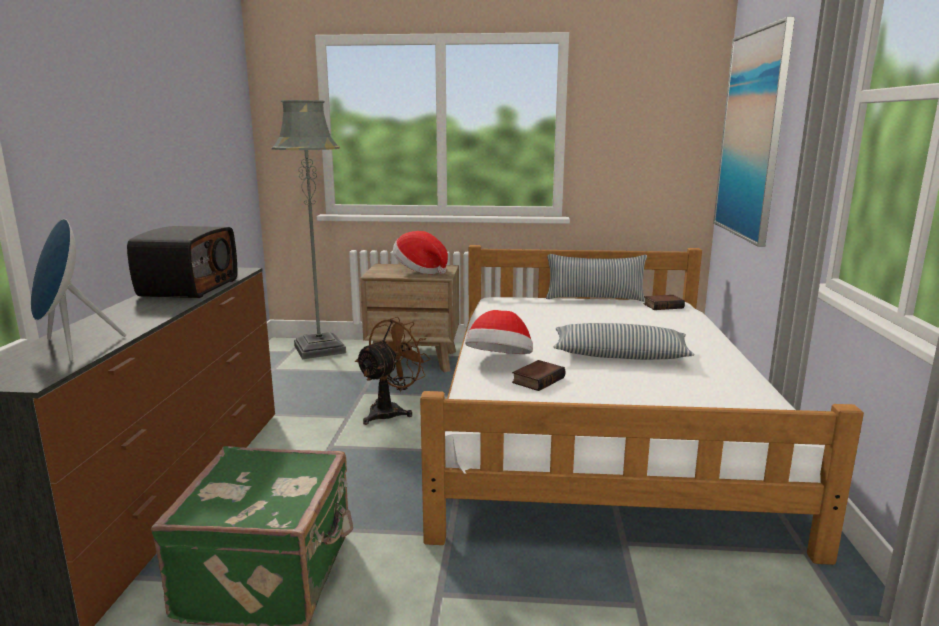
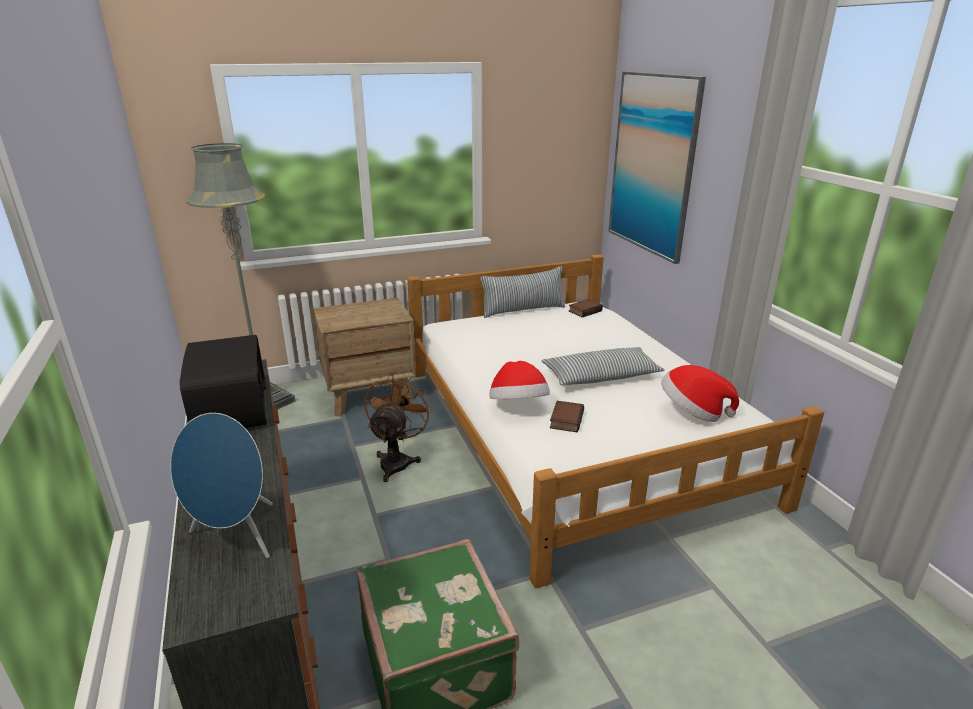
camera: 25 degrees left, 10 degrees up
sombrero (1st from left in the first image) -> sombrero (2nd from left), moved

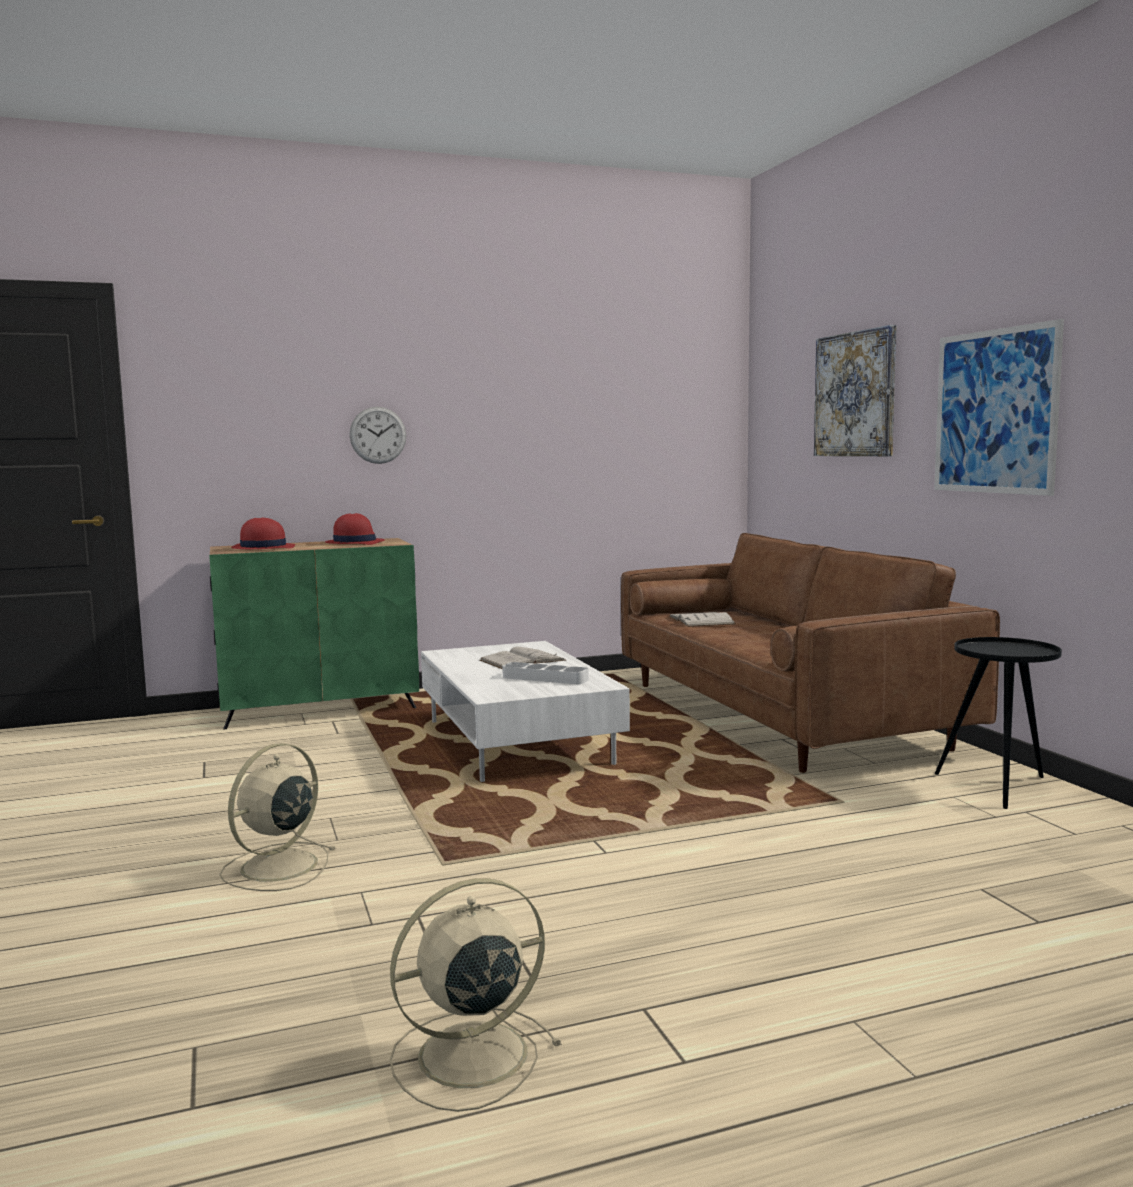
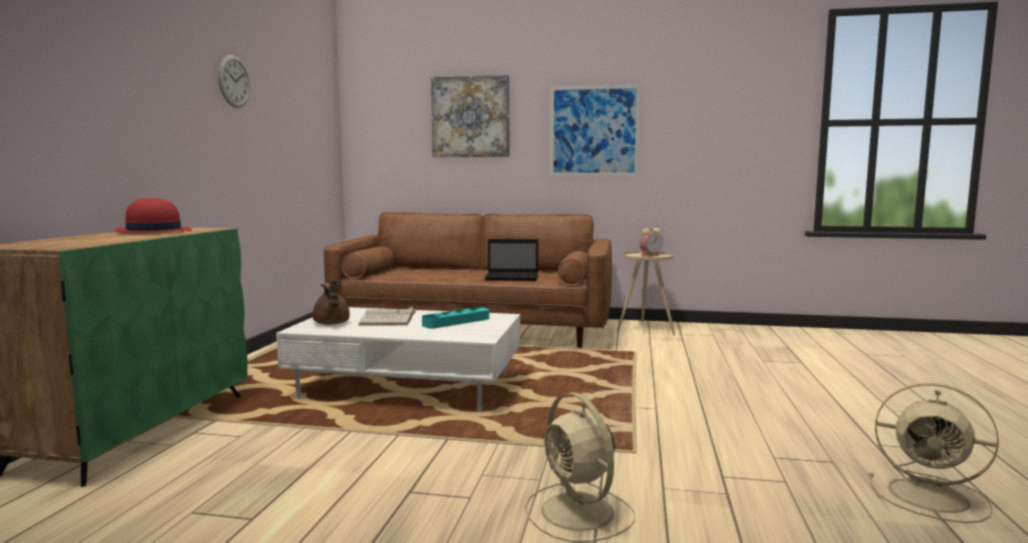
camera: 60 degrees left, 0 degrees up
reloj de pared, moved
none -> tetera [marrón]
bandeja [blanco] -> bandeja [turquesa]
none -> portátil
mesa auxiliar [negro] -> mesa auxiliar [beis]
none -> despertador
ventilador [beis] (2nd from left), 60 degrees counterclockwise
sombrero [rojo] (1st from left) -> none
libro [blanco] (2nd from left) -> none

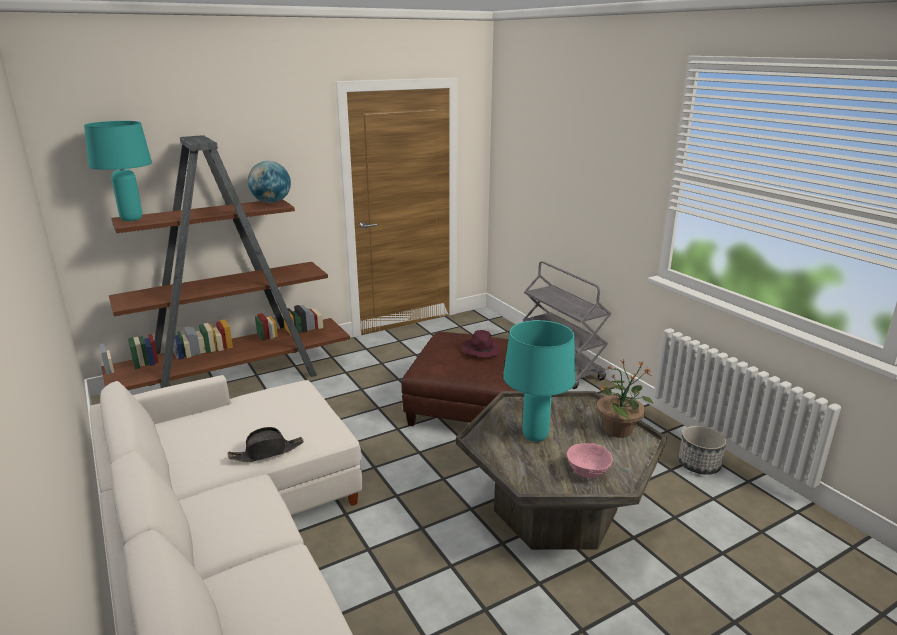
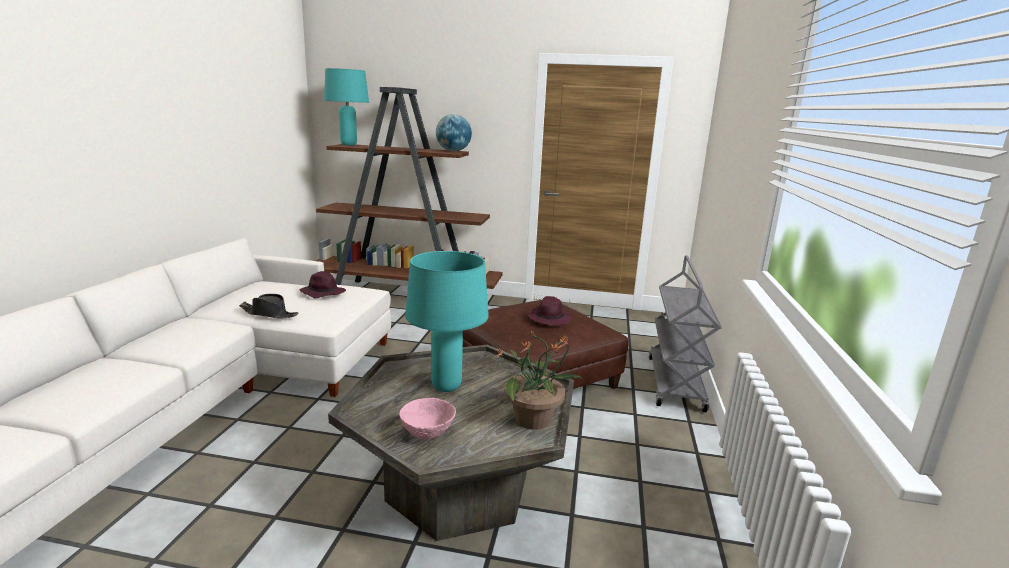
camera: 40 degrees right, 5 degrees down
none -> sombrero [morado] (1st from left)
maceta -> none

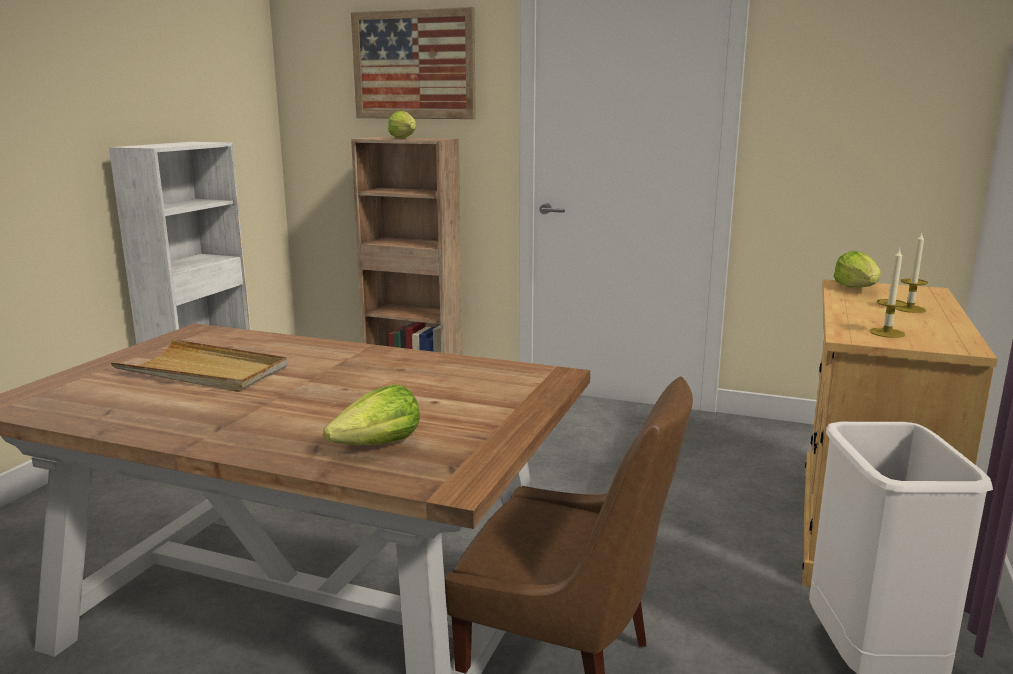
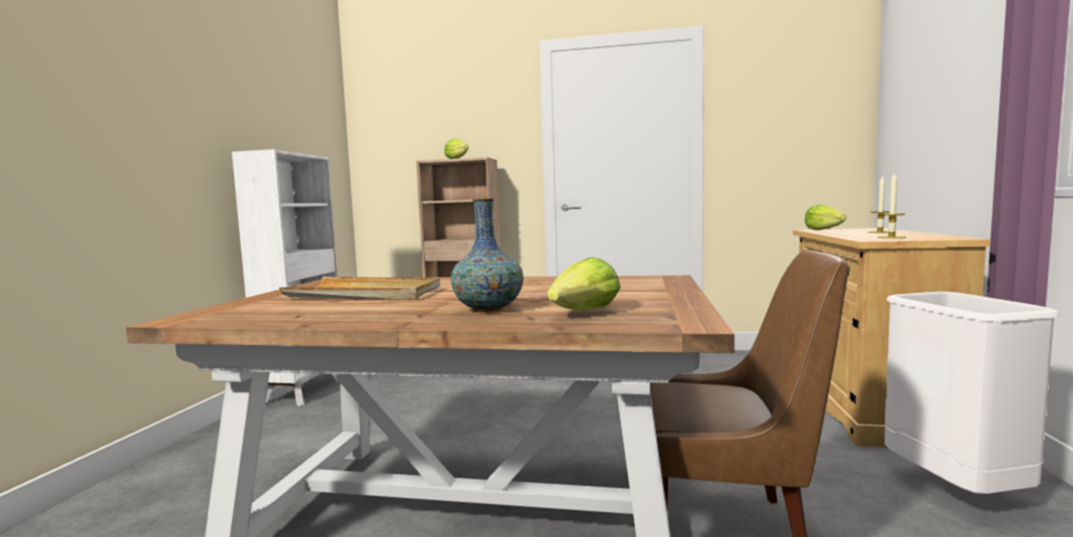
camera: 10 degrees left, 10 degrees down
none -> florero
cuadro -> none

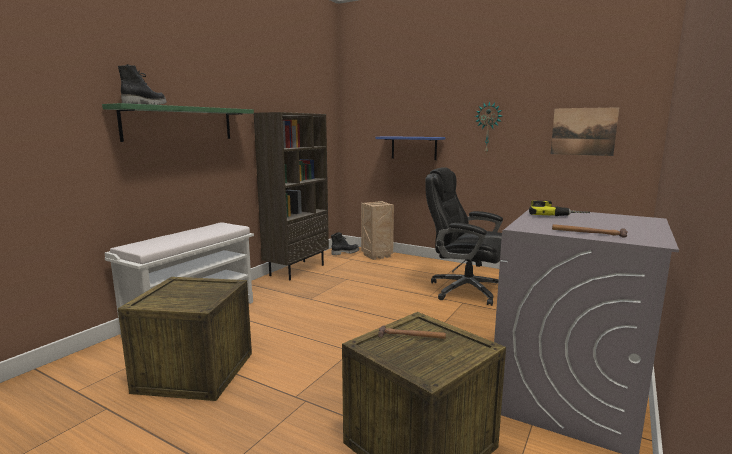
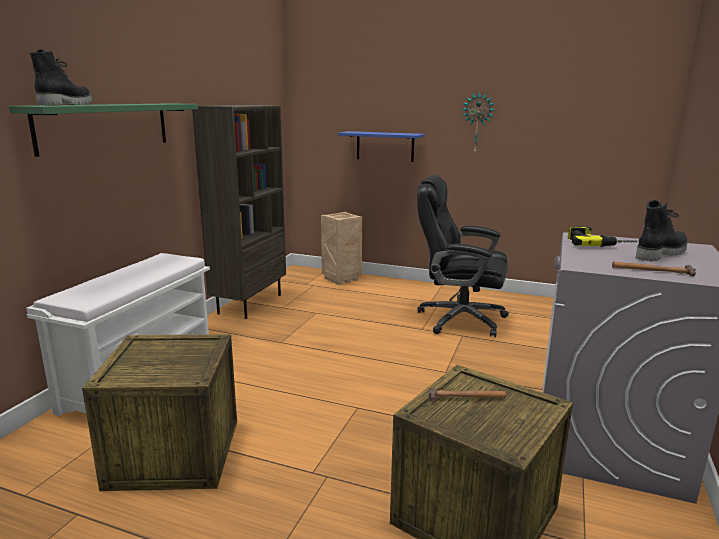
camera: 10 degrees left, 5 degrees up
bota [negro] (2nd from left), moved
cuadro -> none

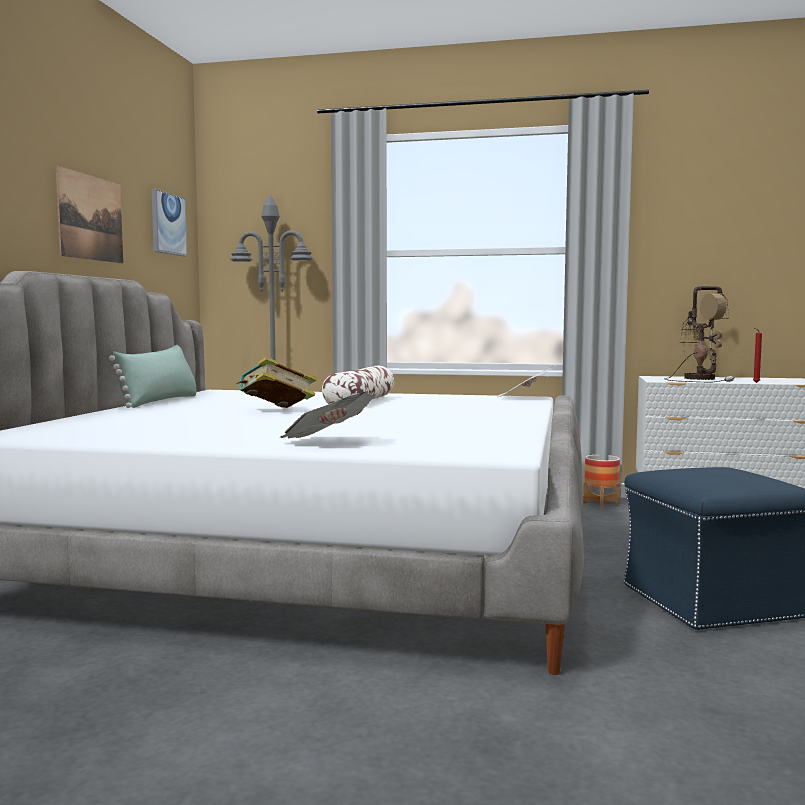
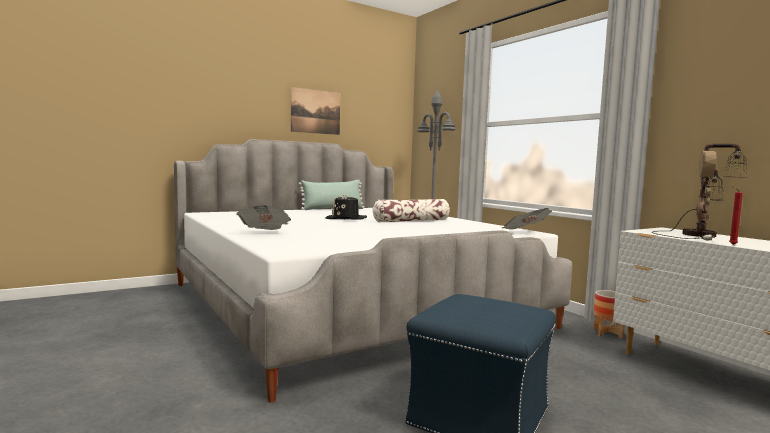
camera: 45 degrees right, 0 degrees up
libro -> sombrero [negro]
cuadro (2nd from left) -> none

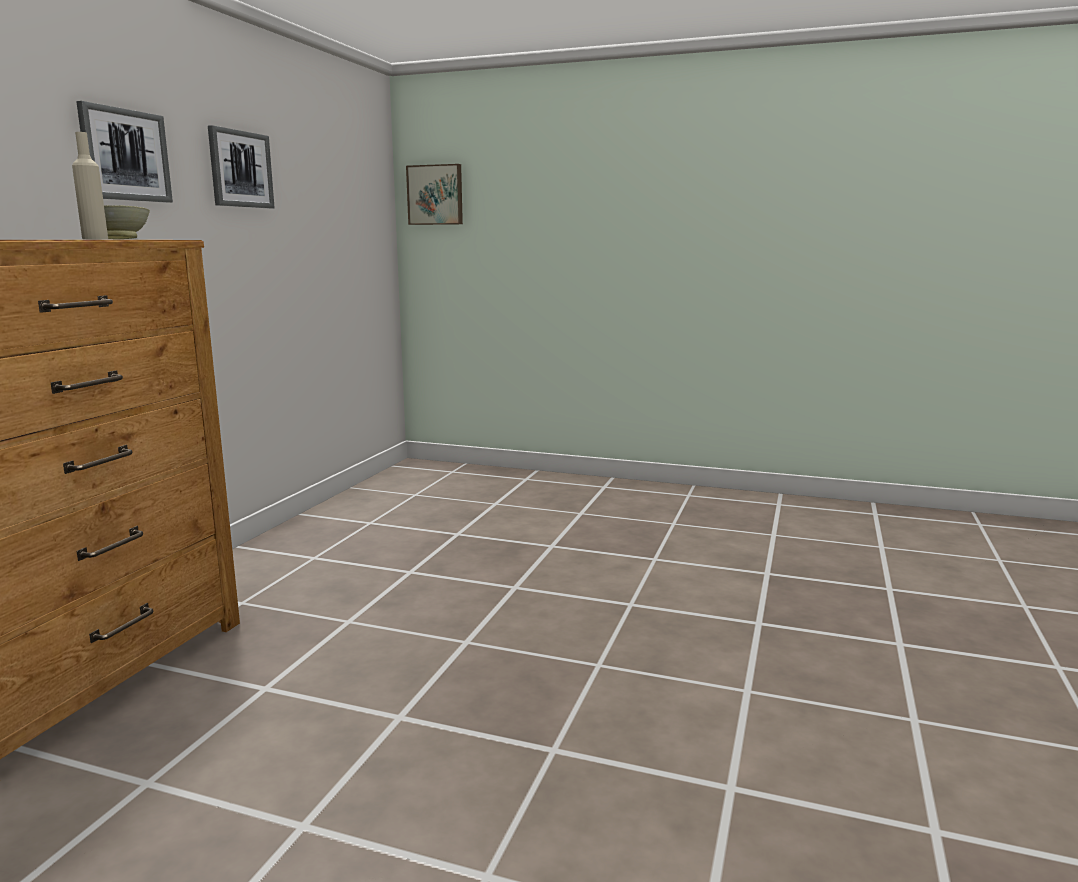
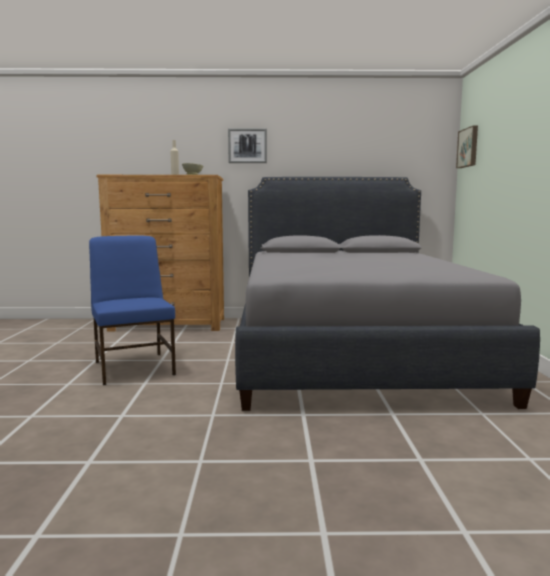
camera: 70 degrees right, 5 degrees down
none -> silla [azul]
none -> cama [gris]
cuadro (2nd from left) -> none

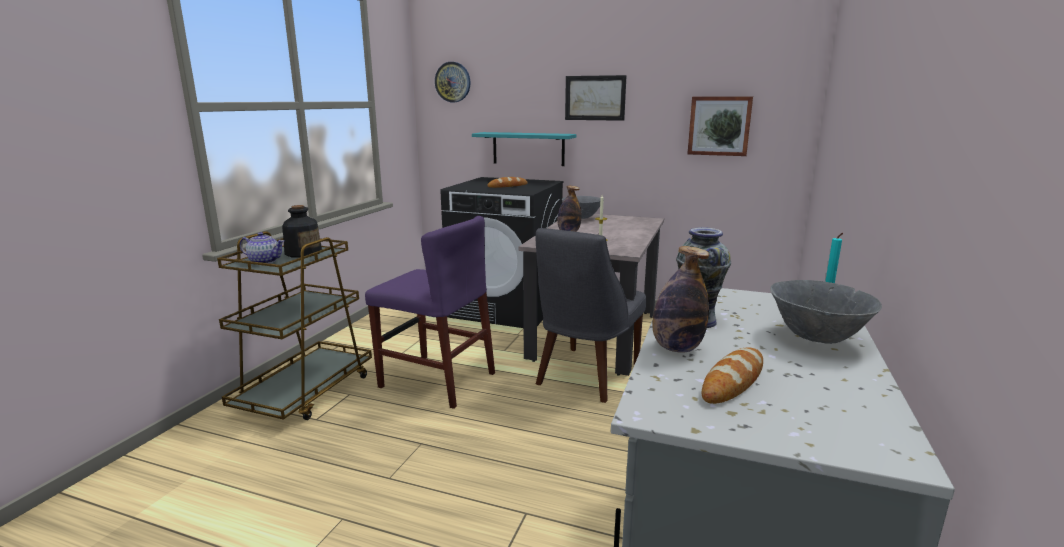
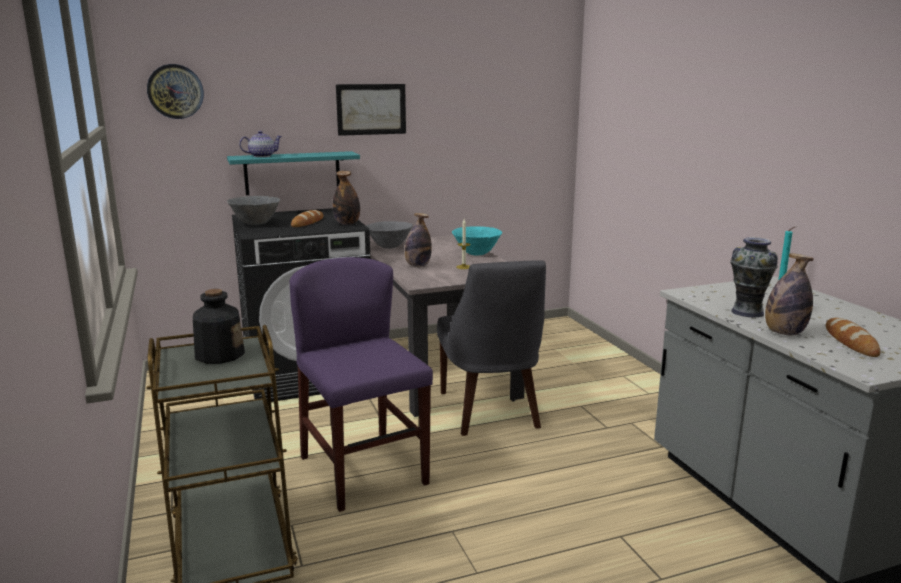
camera: 40 degrees left, 0 degrees up
cuenco [gris] (2nd from left in the first image) -> cuenco [gris] (1st from left), moved
tetera, moved
silla [morado], 105 degrees counterclockwise
none -> botella (2nd from left)
none -> cuenco [turquesa]
cuadro (2nd from left) -> none

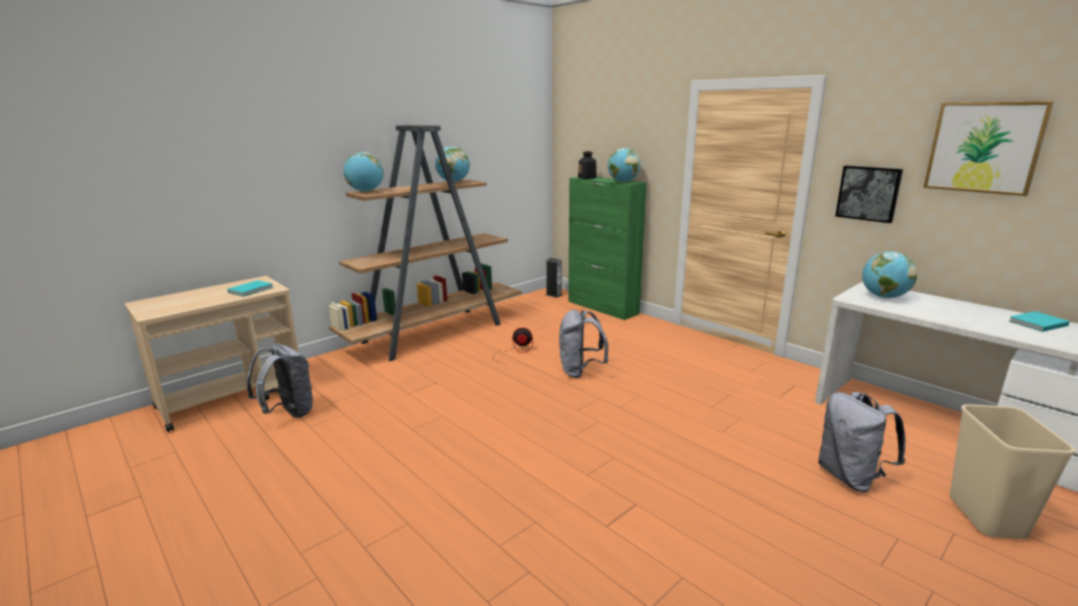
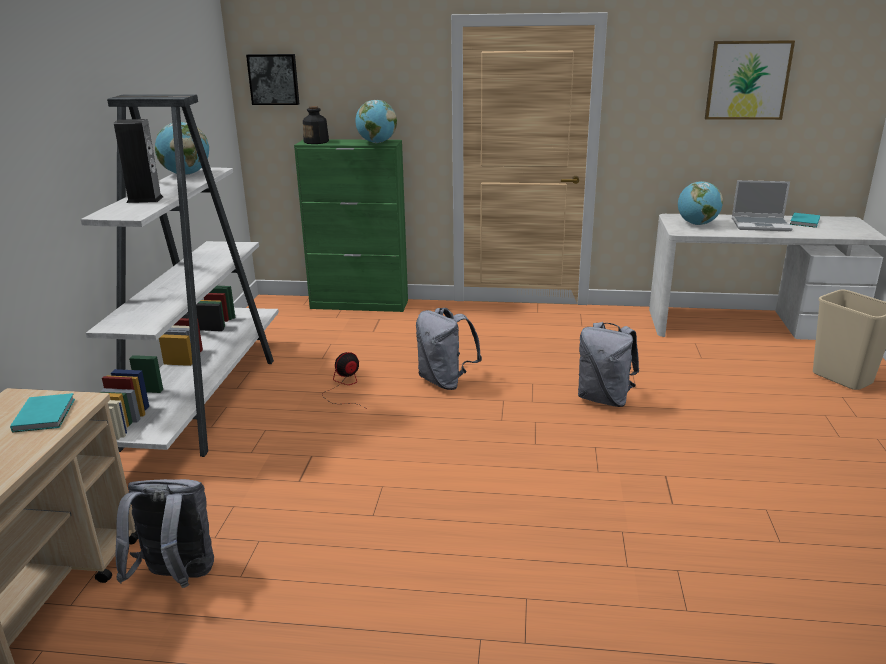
camera: 40 degrees left, 5 degrees up
estantería [marrón] -> estantería [blanco]
altavoz, moved
cuadro (1st from left), moved
mochila [gris] (3rd from left), moved
none -> portátil
globo terráqueo (1st from left) -> none

